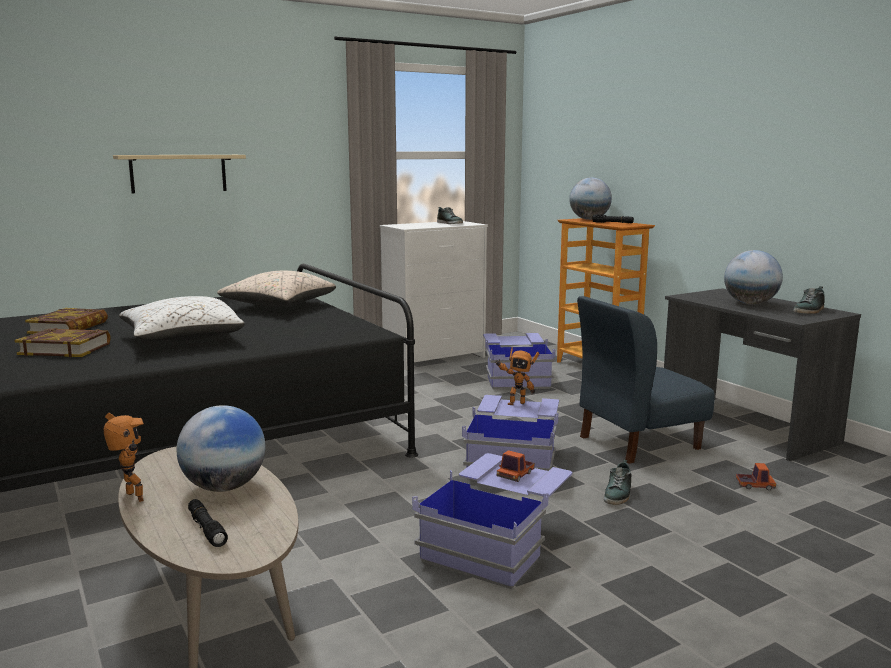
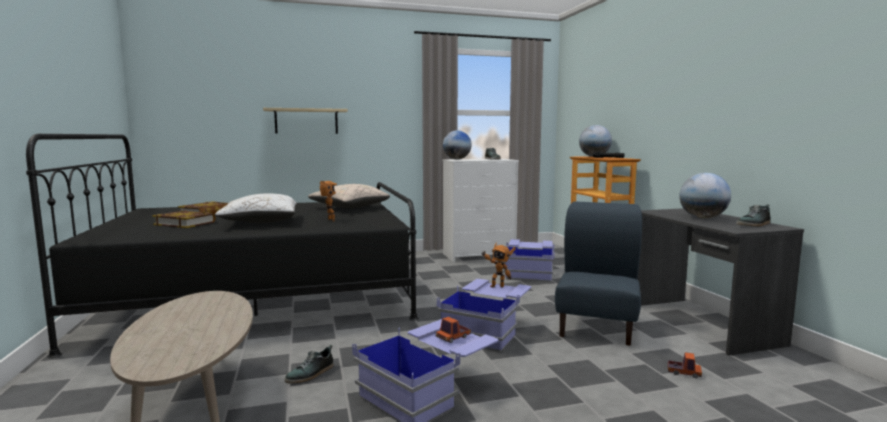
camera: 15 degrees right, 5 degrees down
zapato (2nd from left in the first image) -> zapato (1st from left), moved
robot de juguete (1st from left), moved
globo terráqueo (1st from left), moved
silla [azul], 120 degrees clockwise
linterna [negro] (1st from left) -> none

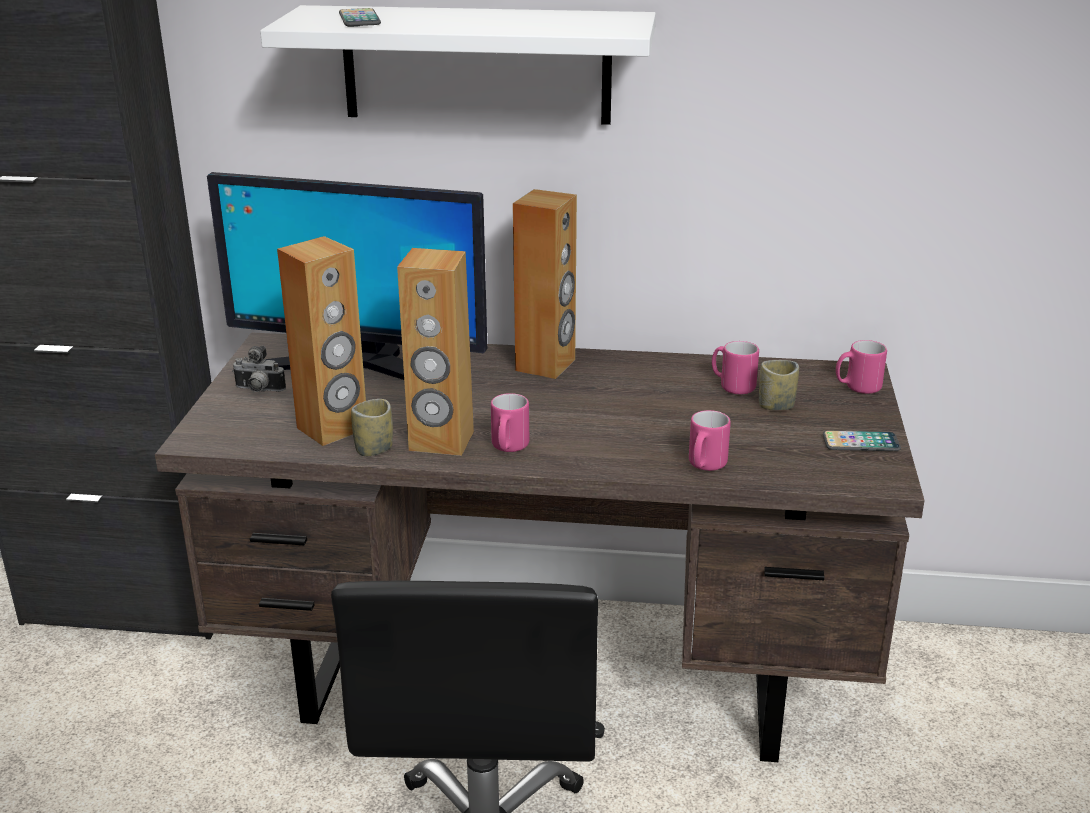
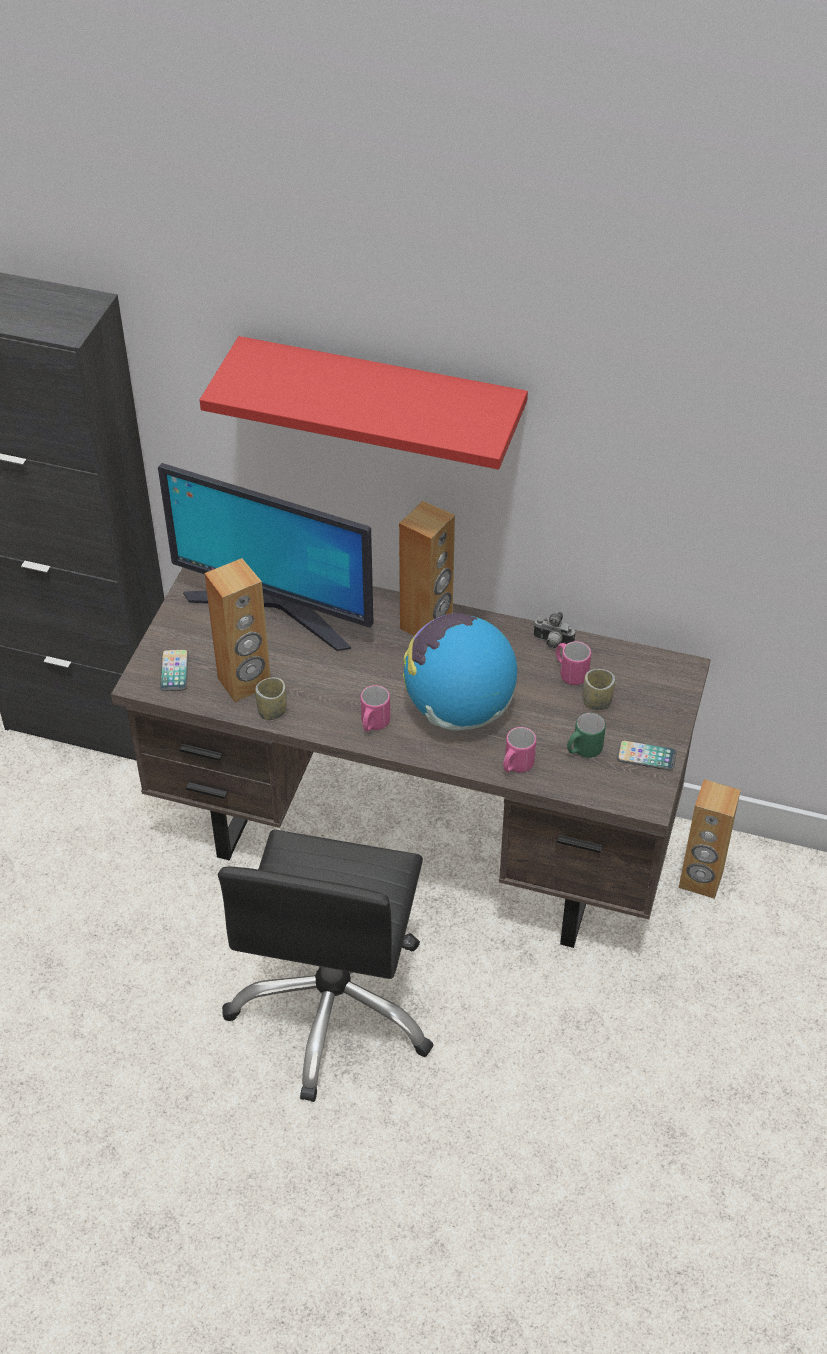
camera: 10 degrees right, 20 degrees up
móvil (1st from left), moved
estante [blanco] -> estante [rojo]
none -> globo terráqueo
cámara, moved
none -> taza grande [verde]
altavoz [marrón] (2nd from left in the first image) -> altavoz [marrón] (3rd from left), moved
taza grande [rosa] (4th from left) -> none

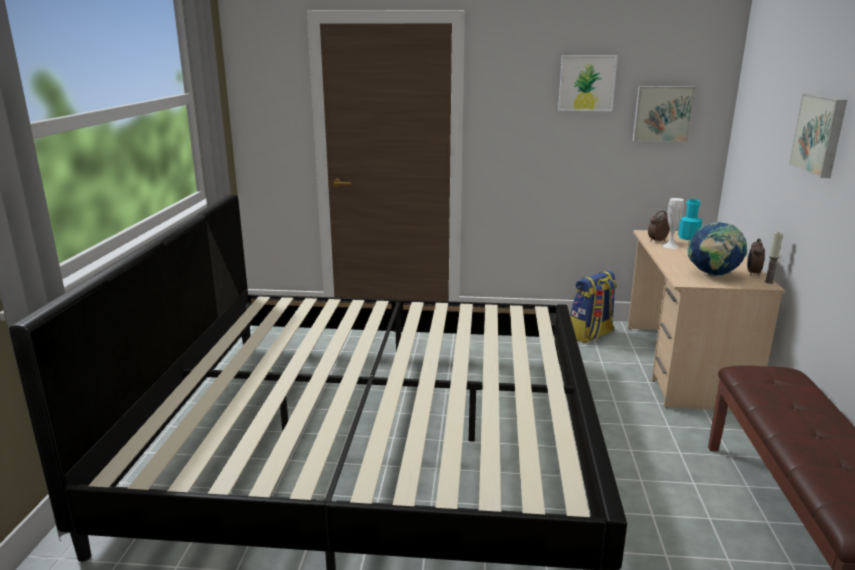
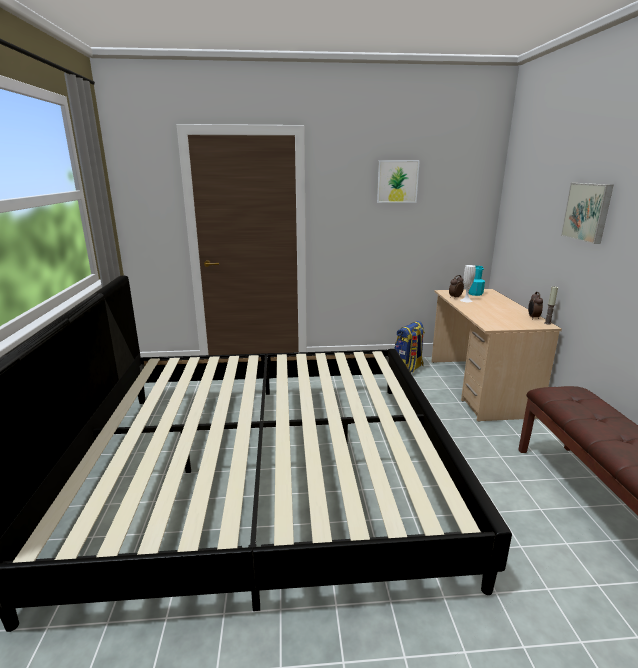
camera: 10 degrees left, 0 degrees up
cuadro (2nd from left) -> none
globo terráqueo -> none

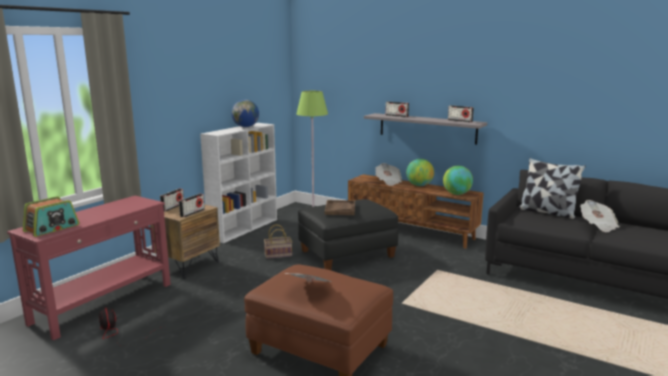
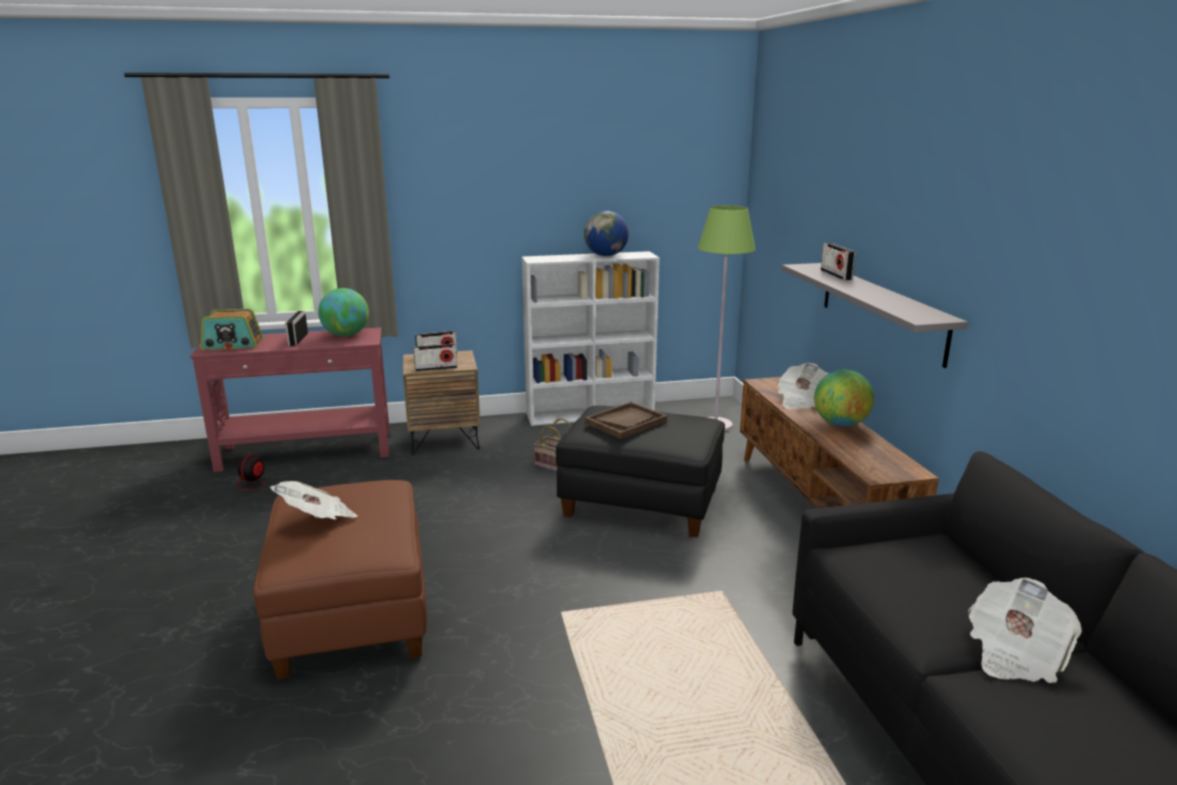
camera: 45 degrees right, 5 degrees up
radio (5th from left in the first image) -> radio (2nd from left), moved
globo terráqueo (3rd from left in the first image) -> globo terráqueo (1st from left), moved
cojín -> none

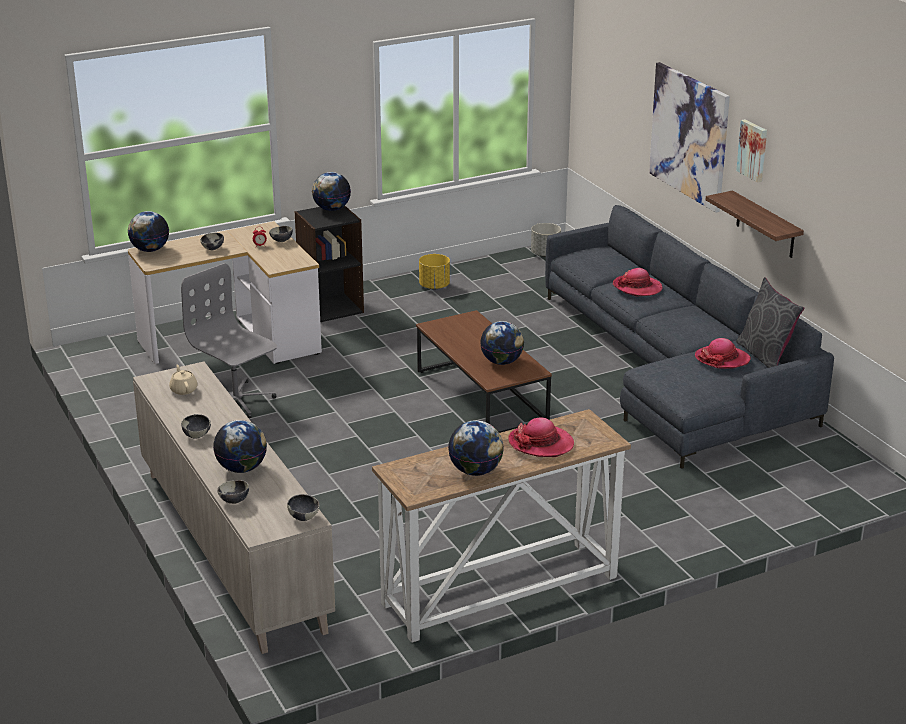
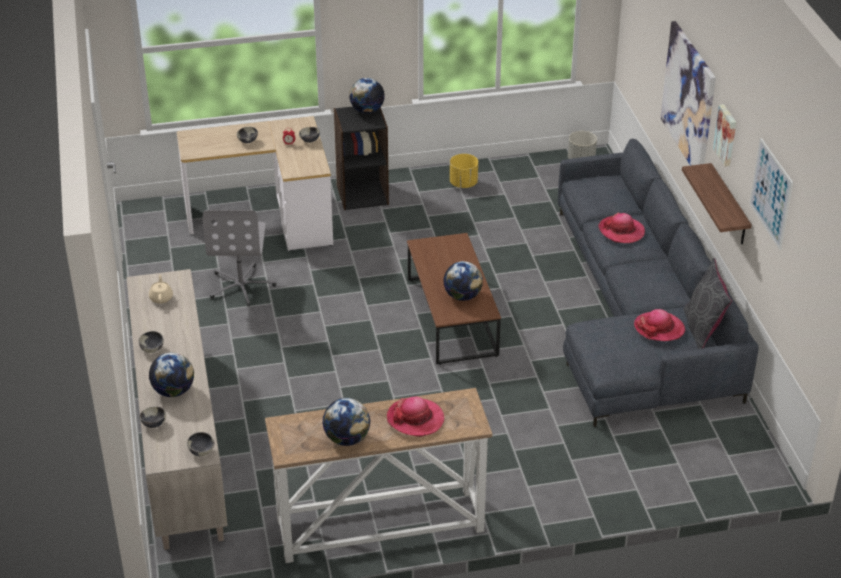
camera: 15 degrees right, 10 degrees up
silla de oficina [gris], 150 degrees counterclockwise
none -> cuadro (3rd from left)
globo terráqueo (1st from left) -> none

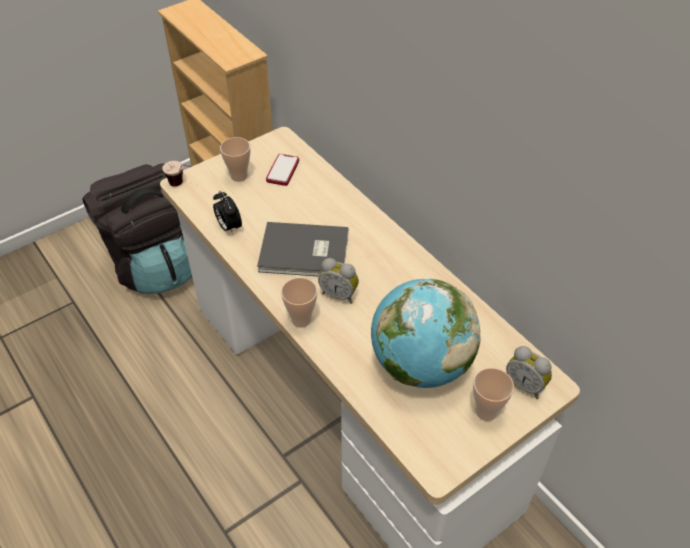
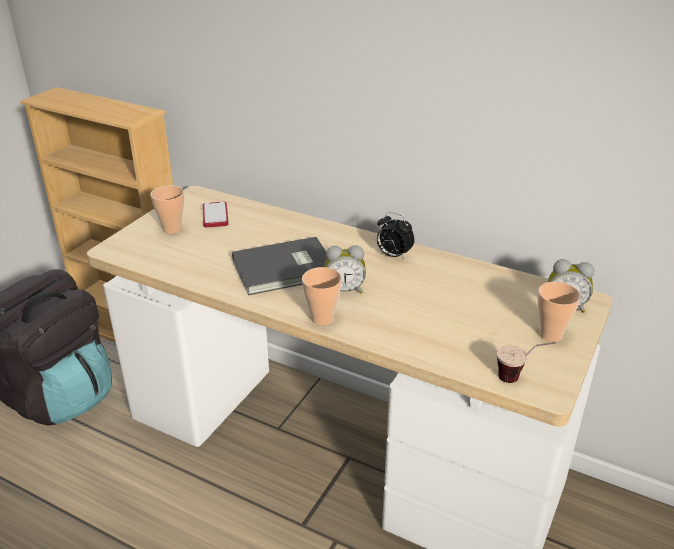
camera: 25 degrees left, 15 degrees down
despertador (1st from left in the first image) -> despertador (2nd from left), moved
taza (1st from left in the first image) -> taza (3rd from left), moved
globo terráqueo -> none

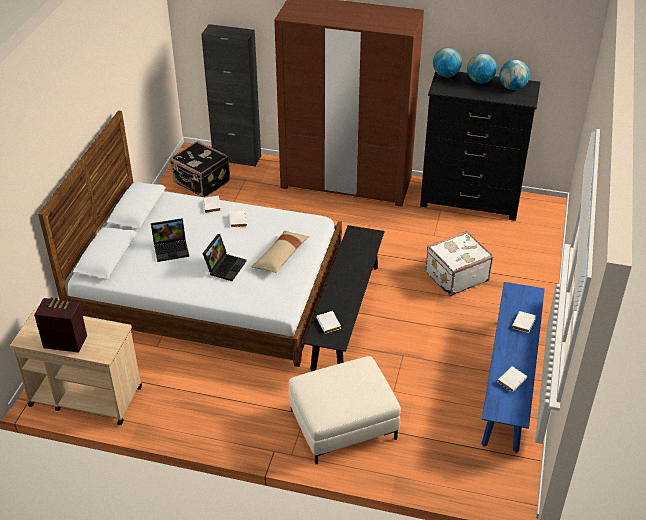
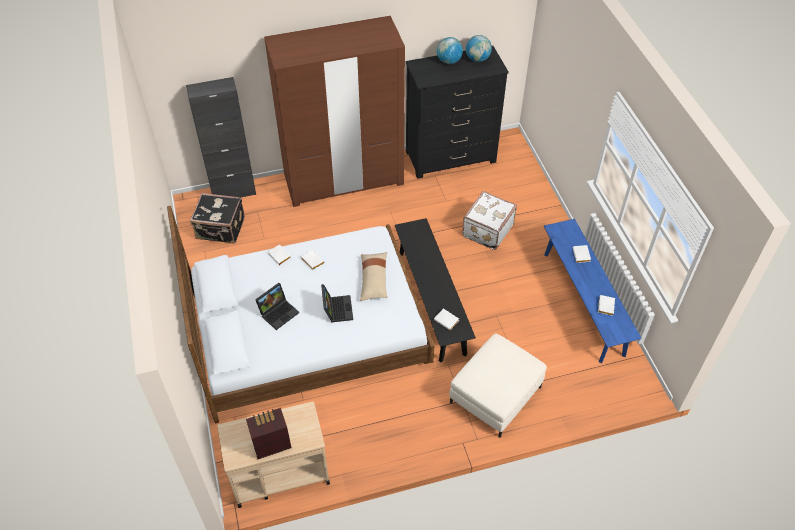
camera: 30 degrees left, 10 degrees up
globo terráqueo (1st from left) -> none

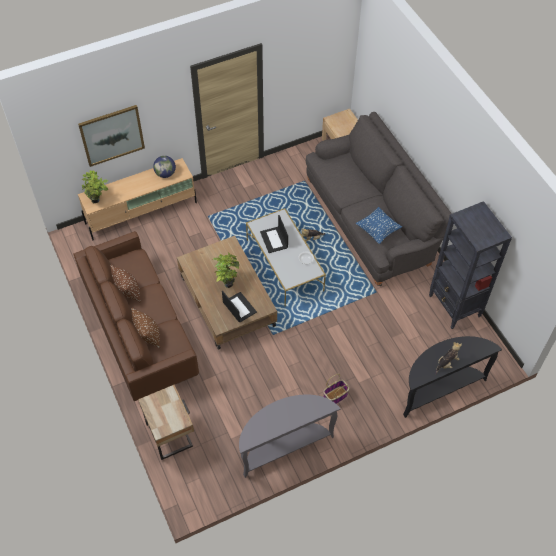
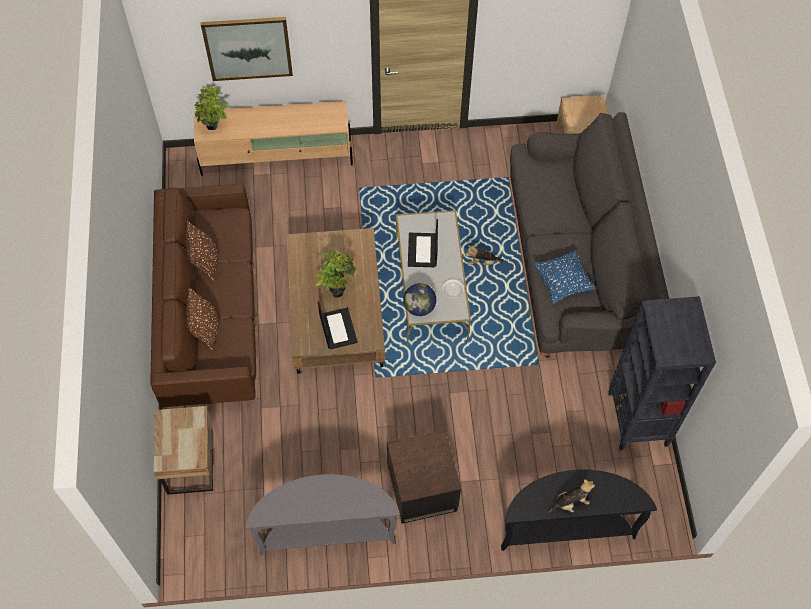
camera: 20 degrees right, 5 degrees up
cesta -> mesa auxiliar [marrón]
globo terráqueo, moved

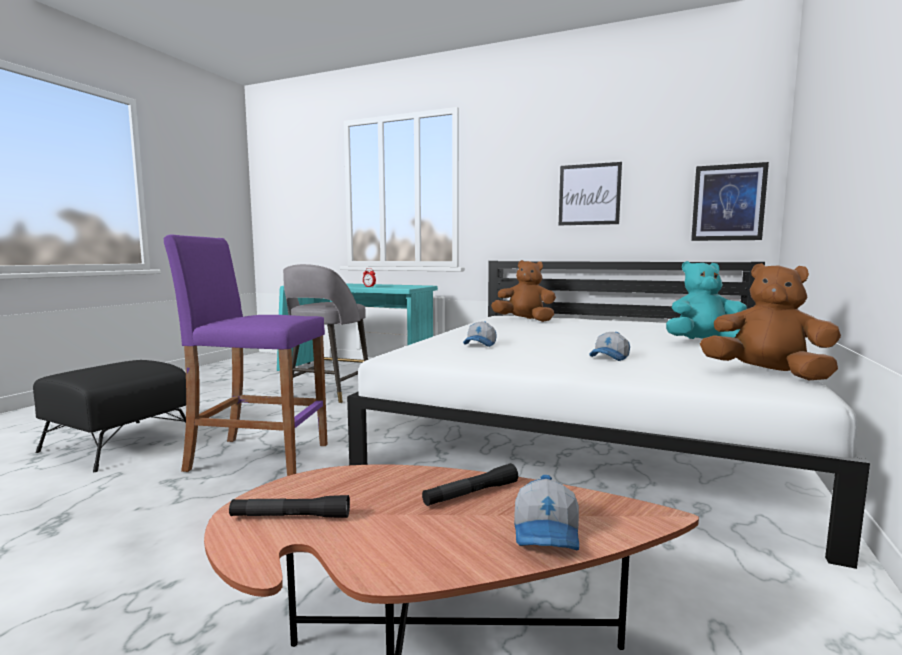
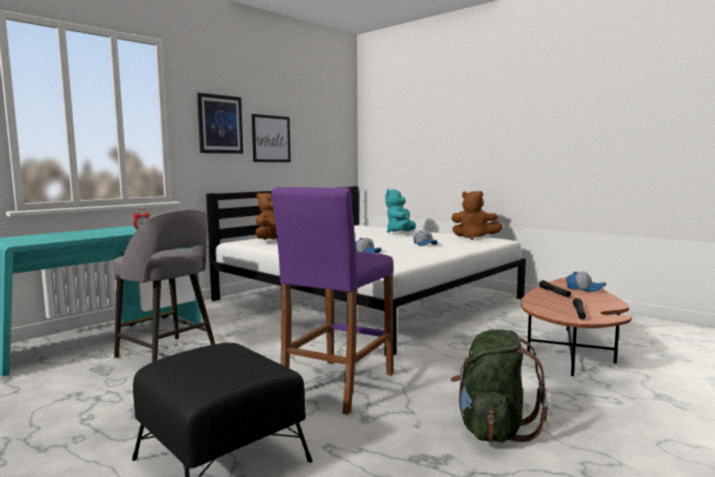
camera: 70 degrees left, 0 degrees up
cuadro (2nd from left in the first image) -> cuadro (1st from left), moved
peluche [marrón] (2nd from left), 120 degrees counterclockwise
none -> mochila [verde]

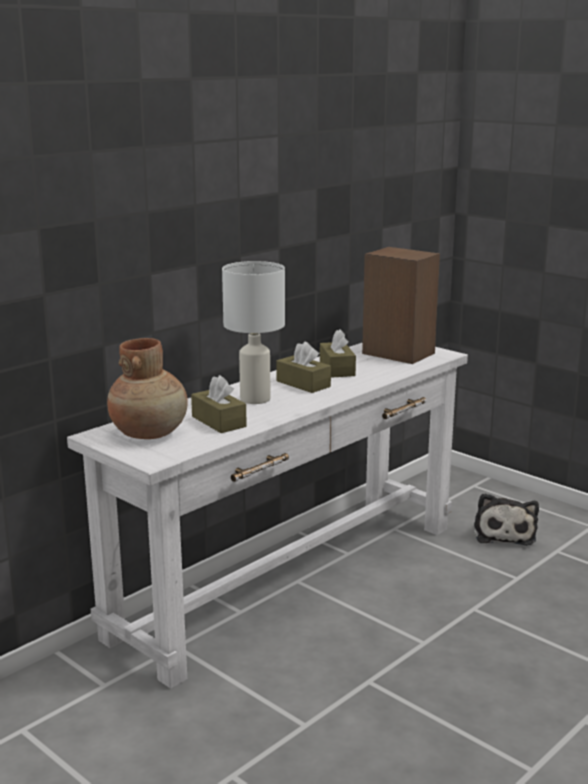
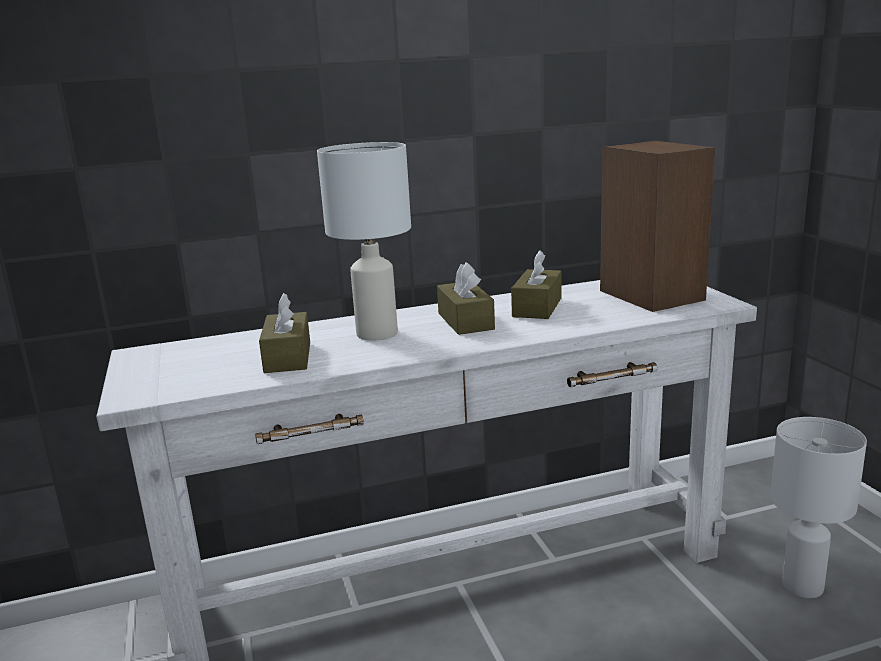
camera: 30 degrees right, 0 degrees up
peluche -> lámpara de mesa [blanco] (2nd from left)
florero [marrón] -> none

